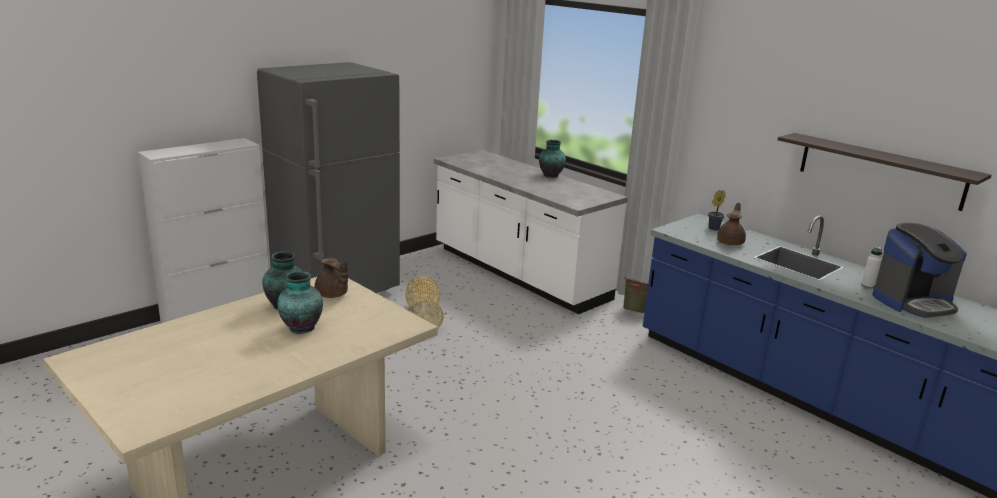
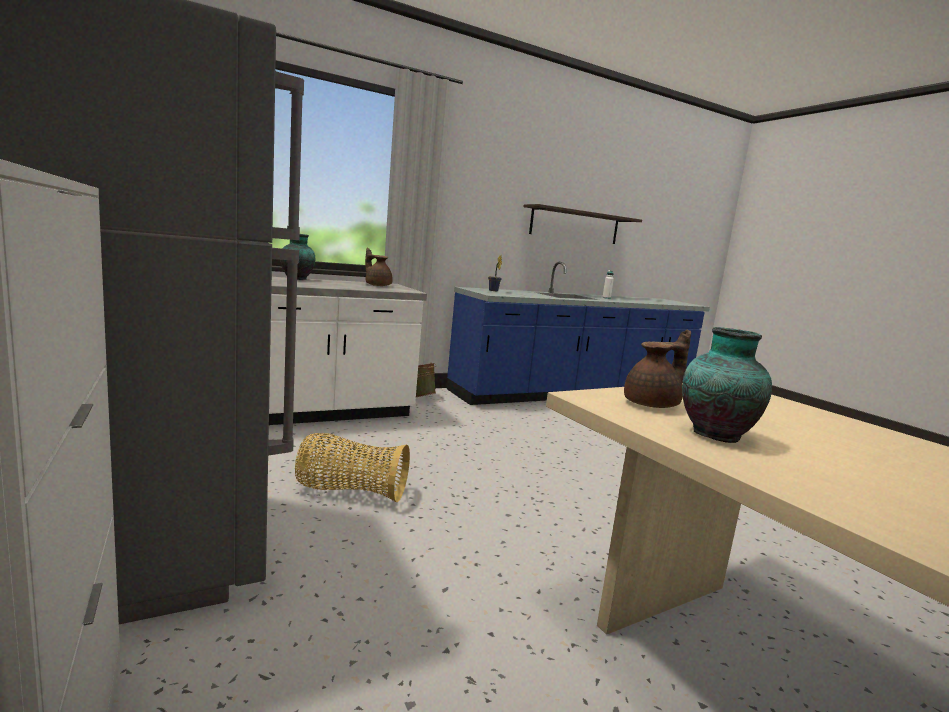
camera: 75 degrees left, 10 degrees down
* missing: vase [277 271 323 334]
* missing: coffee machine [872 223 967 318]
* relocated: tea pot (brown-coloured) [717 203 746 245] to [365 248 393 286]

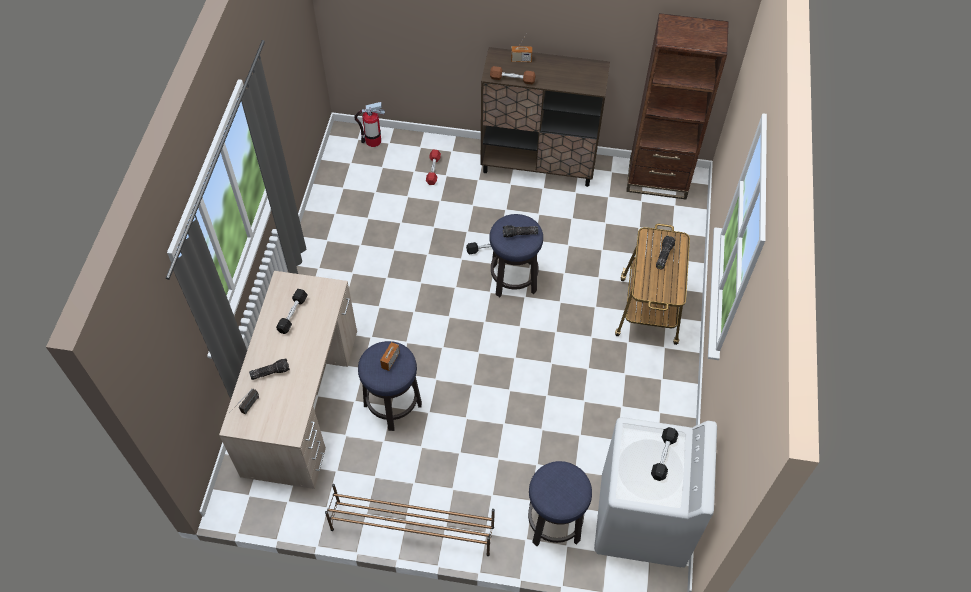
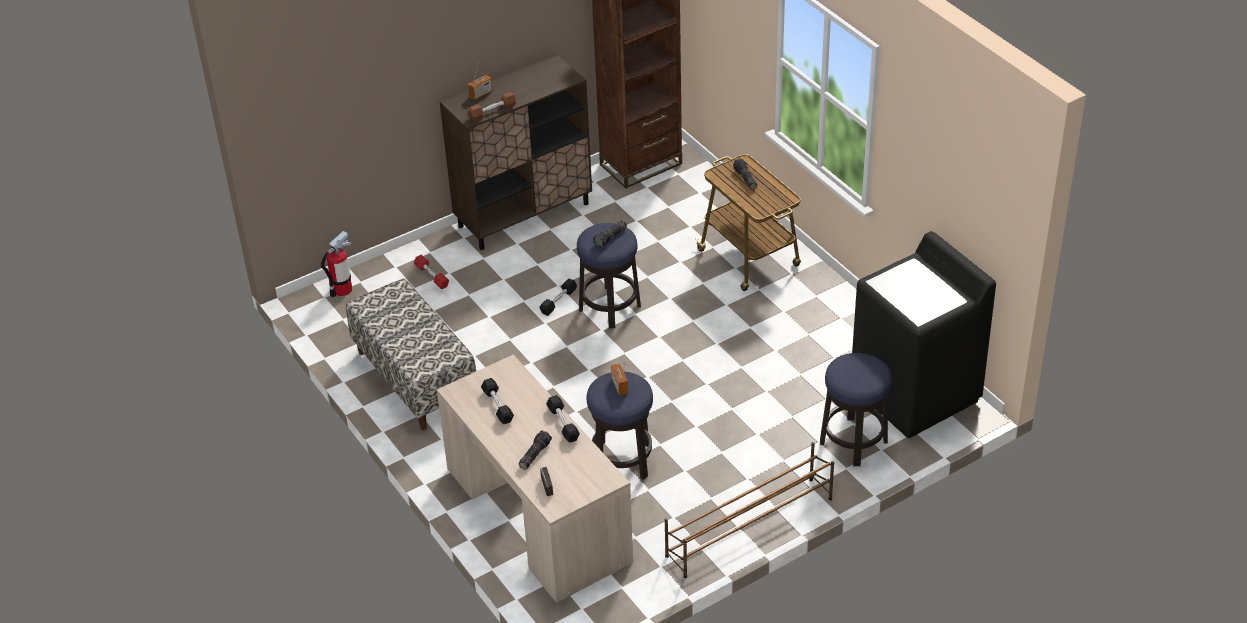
camera: 40 degrees left, 15 degrees down
* appeared: indoor bench [346 279 476 430]
* relocated: free weight (black) [651 427 678 481] to [546 395 580 443]
* colour: washing machine (white-coloured) [594 417 717 568] to washing machine (black) [852 231 996 438]

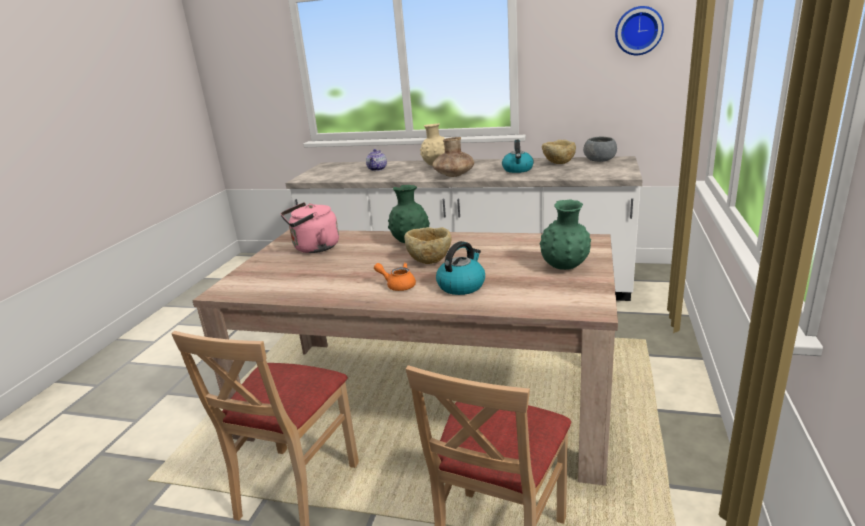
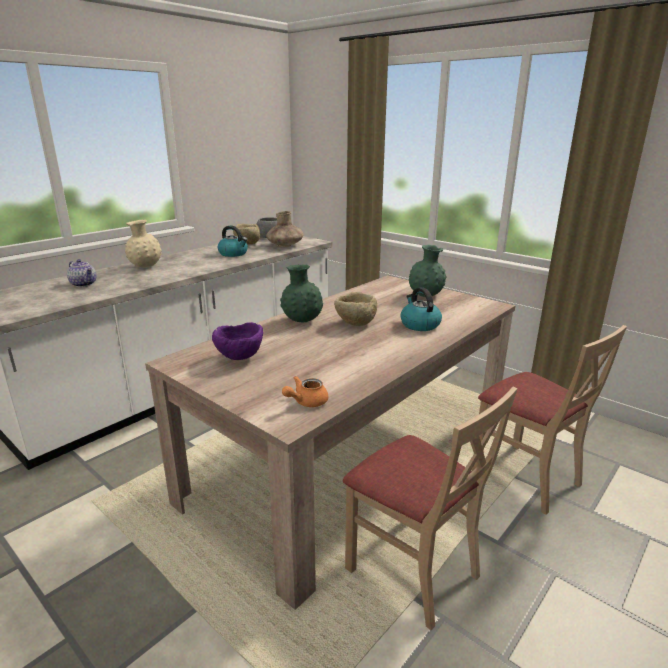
camera: 65 degrees left, 0 degrees up
* missing: hanging clock [615 6 664 55]
* relocated: tea pot (orange) [374 263 416 291] to [282 376 328 407]
* relocated: vase (brown-coloured) [433 137 474 177] to [266 211 304 247]
* exchanged: kettle (pinkish) [281 202 339 253] to bowl (purplish) [212 322 263 360]

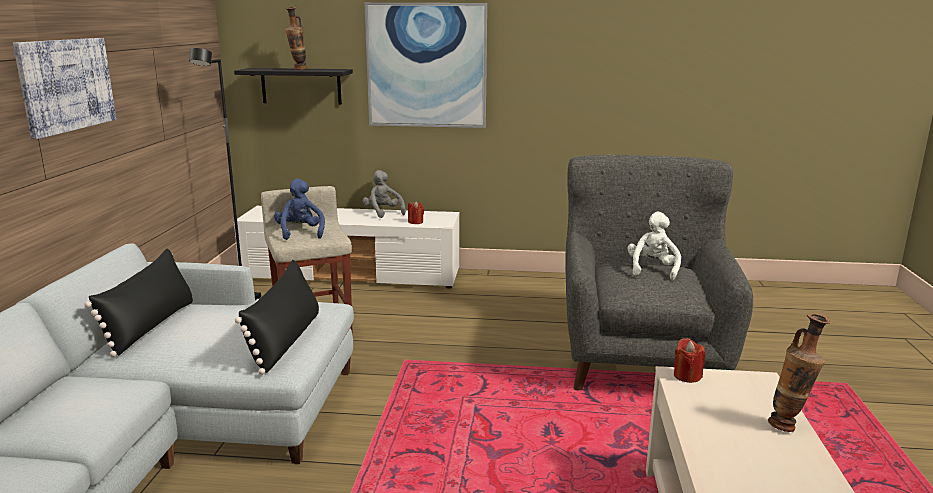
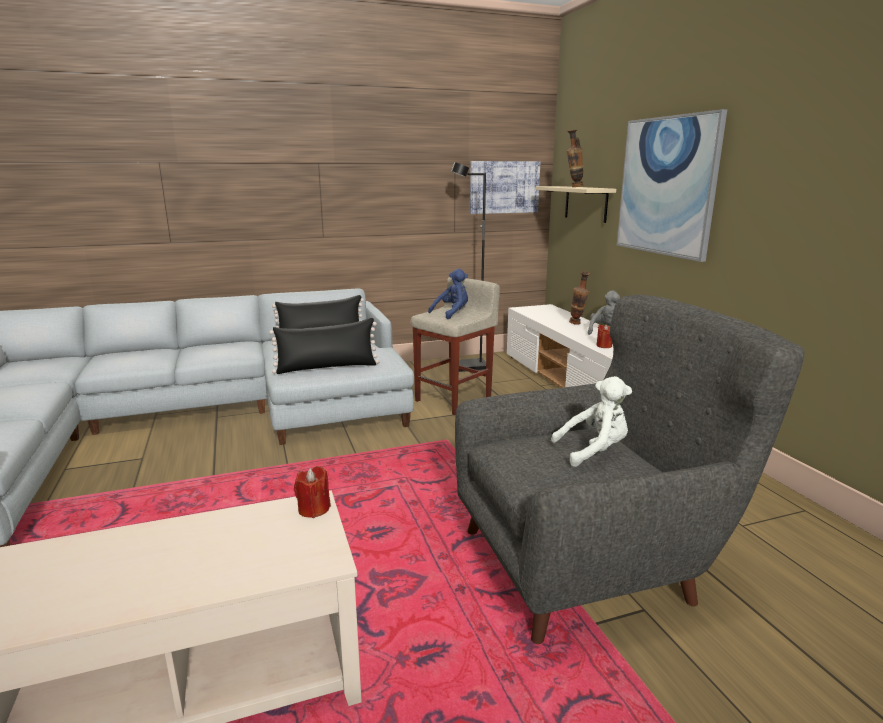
camera: 65 degrees right, 0 degrees up
* relocated: wall picture [13 38 116 139] to [470 161 540 214]
* relocated: vase [768 313 831 432] to [569 271 590 325]
* colour: bracket shelf (black) [234 68 353 105] to bracket shelf (sand-coloured) [536 186 616 223]

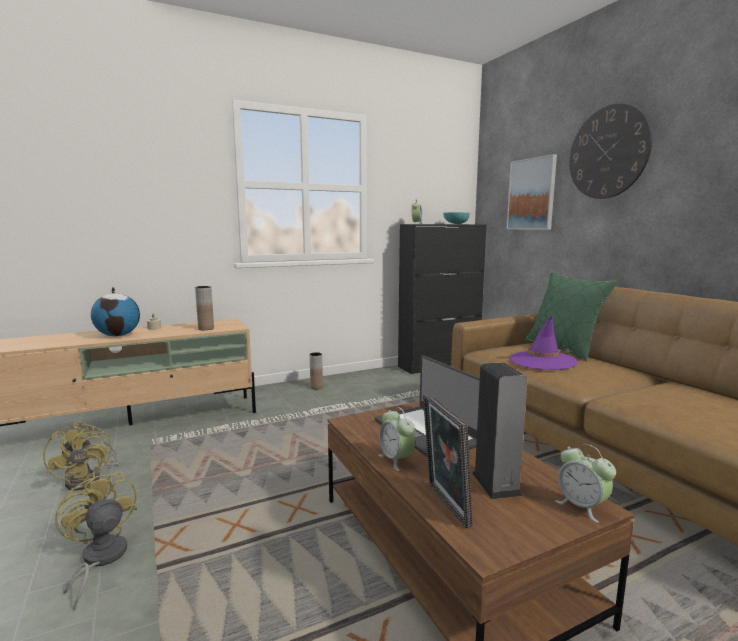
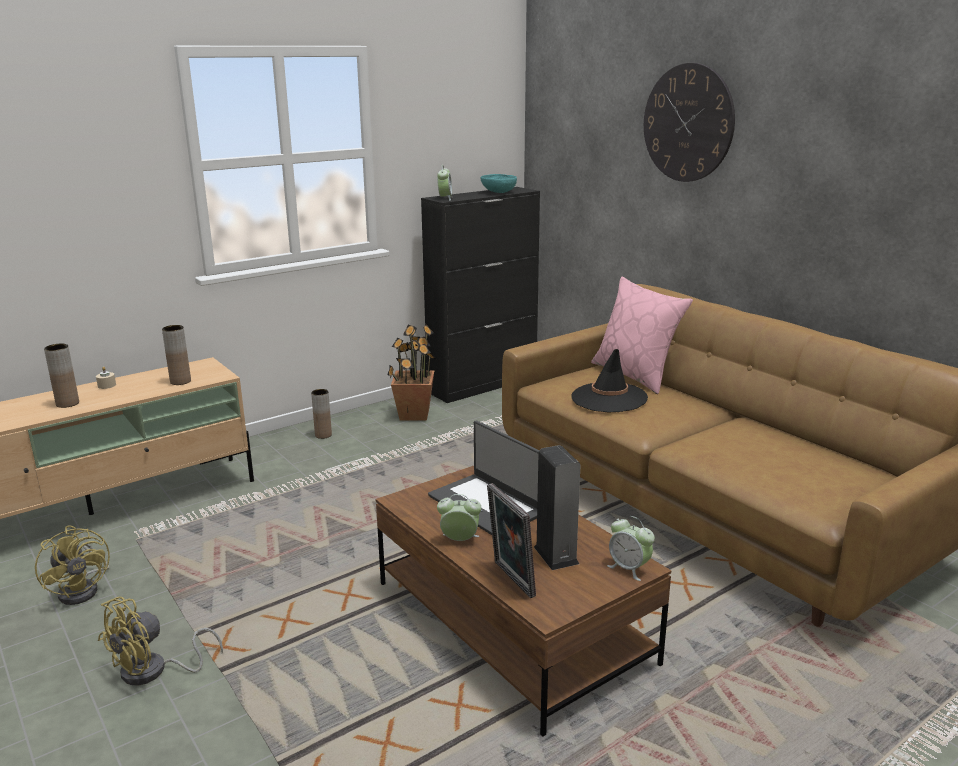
camera: 10 degrees left, 10 degrees up
* missing: wall picture [506 154 557 230]
* appeared: potted plant [387 325 436 421]
* exchanged: globe [91 287 140 336] to vase (brown-coloured) [44 344 79 408]
* colour: hat (purplish) [509 316 578 370] to hat (black) [571 349 648 413]
* colour: cushion (greenish) [525 272 618 361] to cushion (pinkish) [591 277 693 394]
* spun: fan (yellow-coloured) [55 471 137 610] = [98 596 223 685] 90 degrees counterclockwise
* spun: bedside clock [379 407 415 471] = [437 494 482 541] 135 degrees clockwise

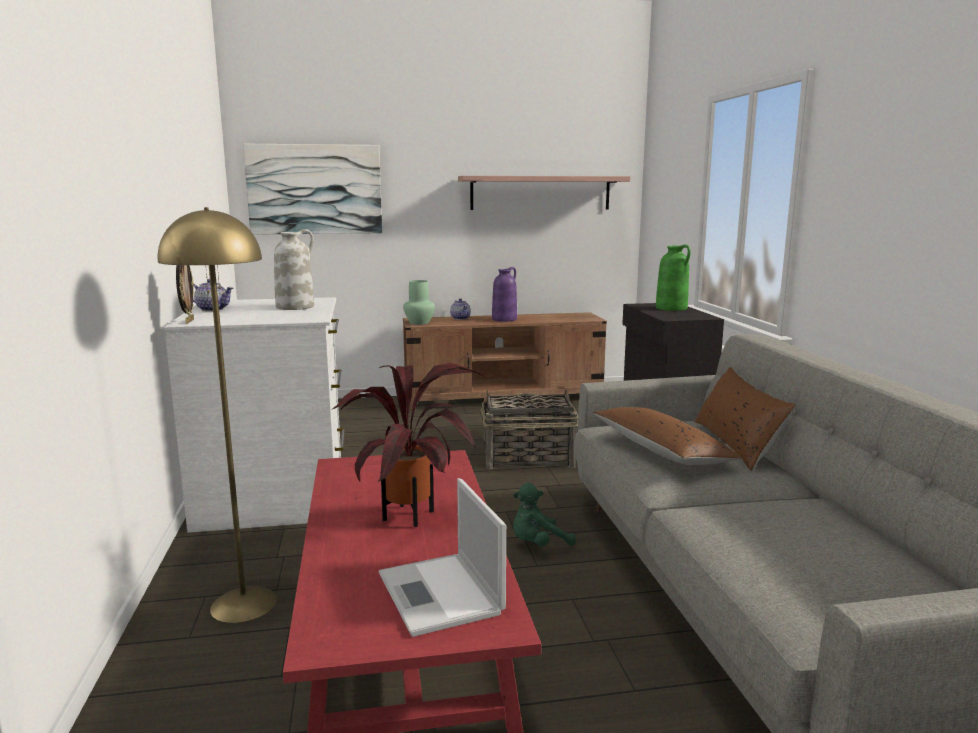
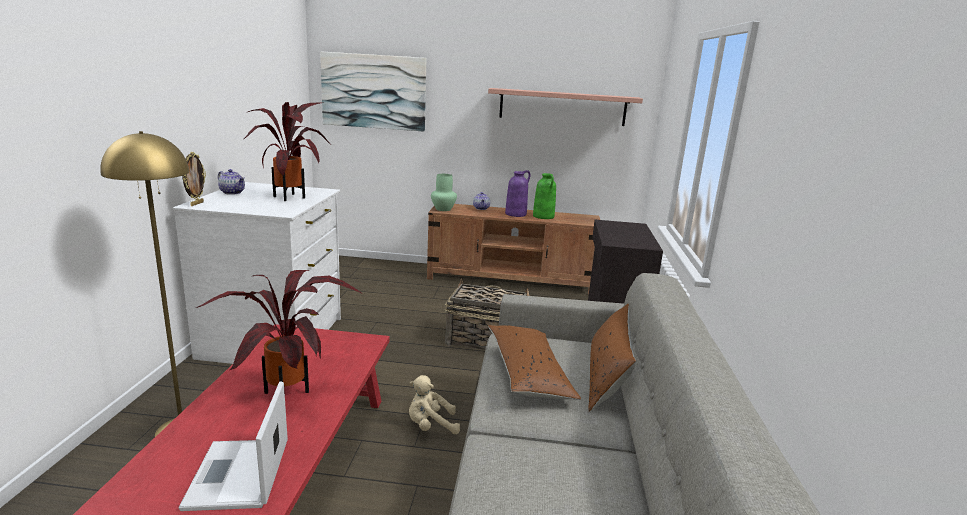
camera: 15 degrees right, 5 degrees up
* relocated: vase (greenish) [656 244 691 311] to [533 173 556 219]
* exchanged: vase (white-coloured) [274 229 314 310] to potted plant [244 102 330 201]
* colour: soft toy (greenish) [513 483 576 546] to soft toy (sand-coloured) [409 375 460 434]

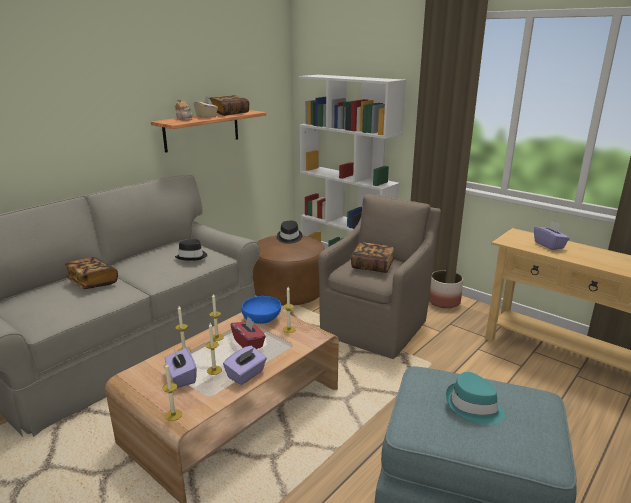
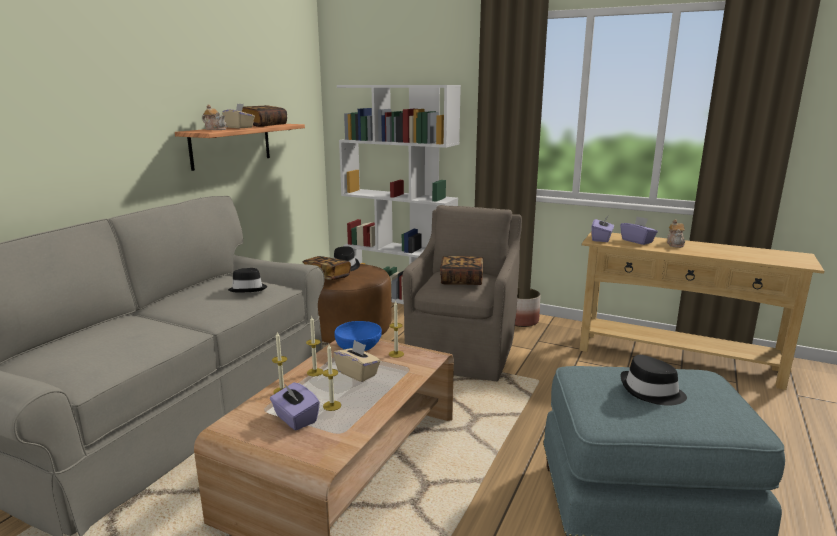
camera: 15 degrees left, 5 degrees down
* missing: wax light [162 362 182 421]
* appeared: tea pot [667 219 685 248]
* relocated: bound book [65 257 118 289] to [303 256 351 280]
* relocated: tissue box (purplish) [223 346 267 385] to [592 216 614 242]
* colour: tissue box (reddish) [231 317 266 349] to tissue box (sand-coloured) [333 340 381 382]
* colour: hat (turquoise-coloured) [446 372 505 425] to hat (black) [620 355 687 406]

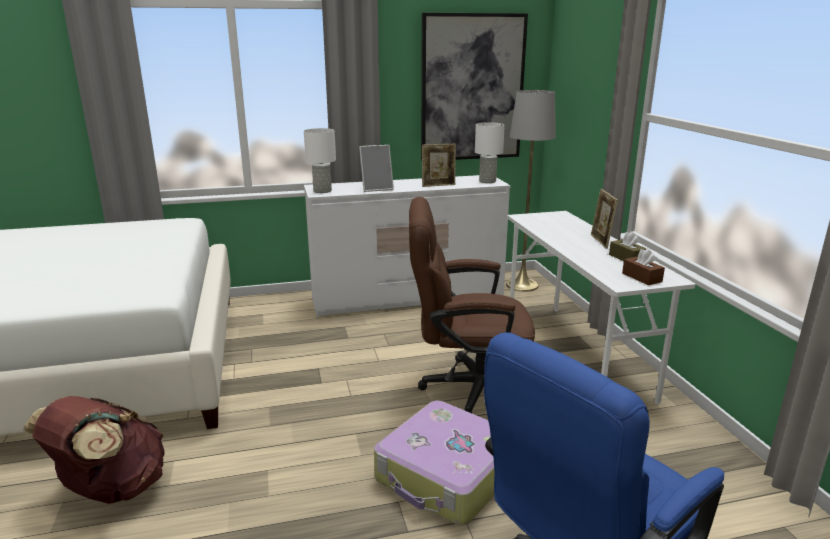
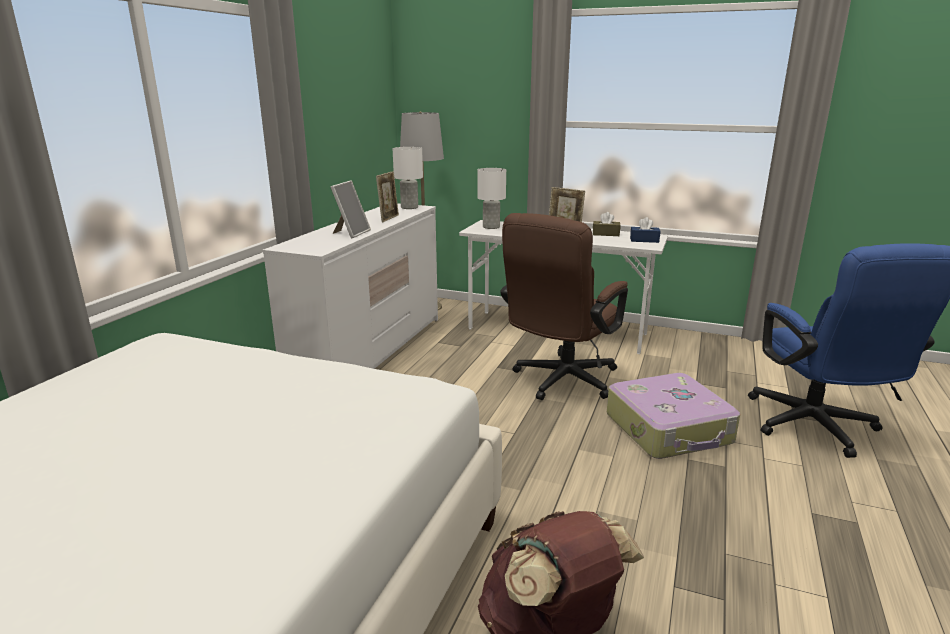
camera: 55 degrees left, 0 degrees up
* missing: wall picture [421 13 528 161]
* relocated: lamp for a table (white-coloured) [304 128 336 193] to [477 168 506 229]
* colour: tissue box (brown-coloured) [622 249 665 285] to tissue box (blue) [630 217 661 243]

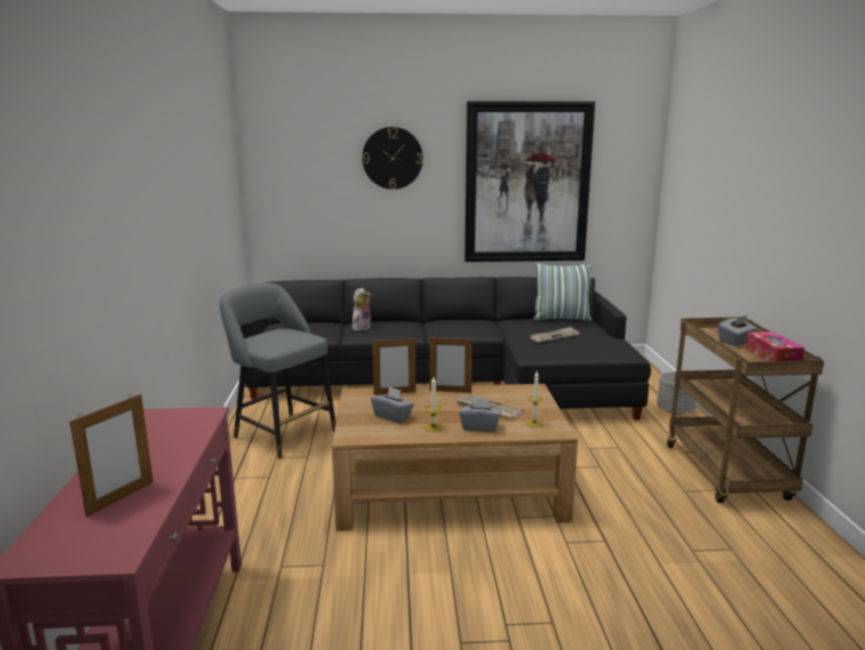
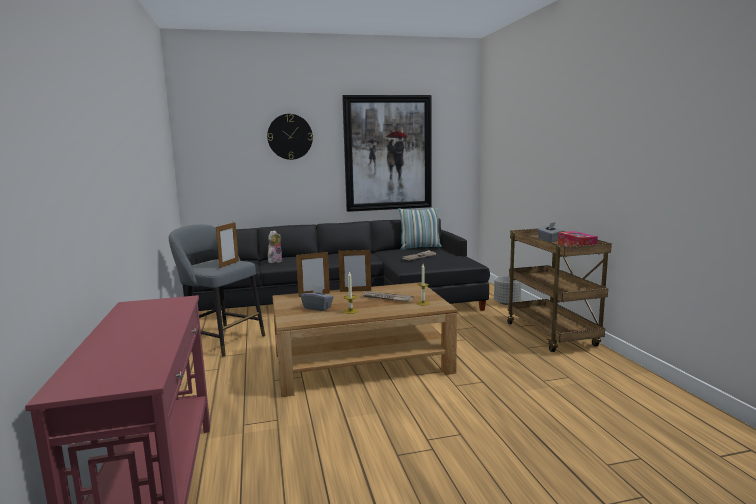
camera: 10 degrees left, 5 degrees down
* missing: tissue box (grey) [459 397 501 432]
* relocated: picture frame [70 394 153 517] to [216 222 239 268]

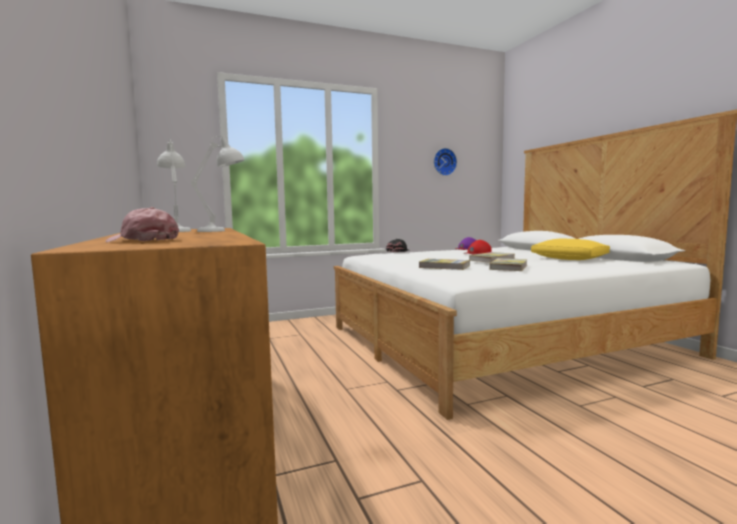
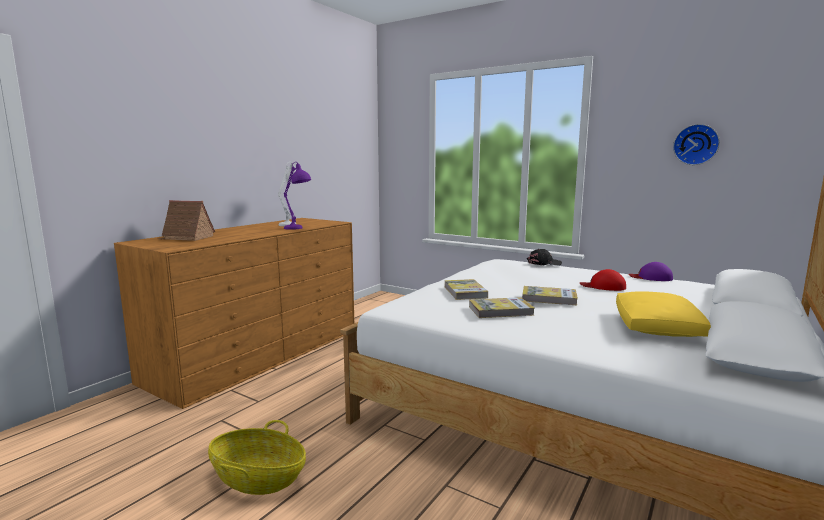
camera: 55 degrees right, 5 degrees up
* appeared: household basket [208 420 306 495]
* exchanged: peaked cap (pinkish) [105 207 179 242] to toy house [159 200 215 241]
* colour: lamp for a table (white-coloured) [191 136 244 232] to lamp for a table (purplish) [284 162 311 230]

